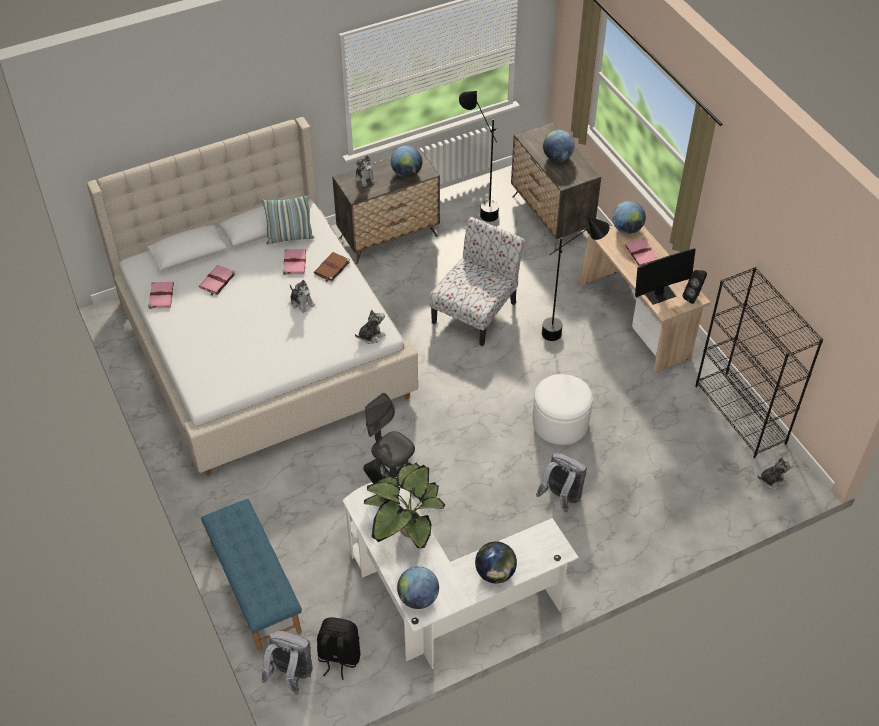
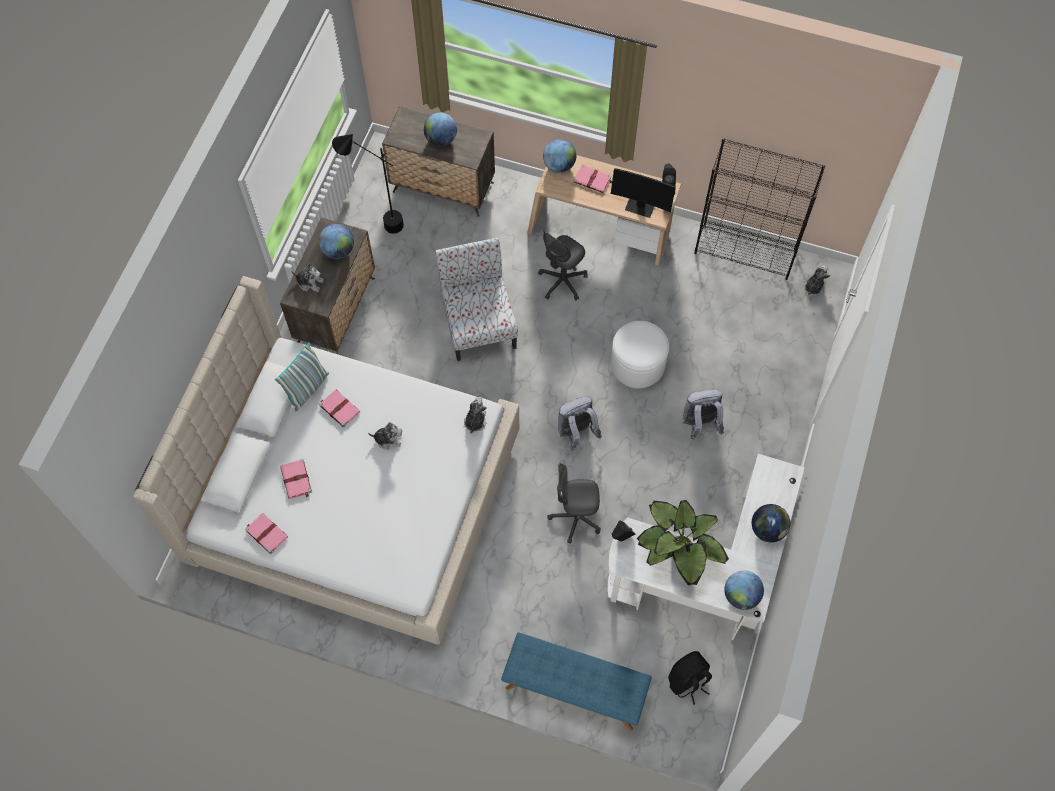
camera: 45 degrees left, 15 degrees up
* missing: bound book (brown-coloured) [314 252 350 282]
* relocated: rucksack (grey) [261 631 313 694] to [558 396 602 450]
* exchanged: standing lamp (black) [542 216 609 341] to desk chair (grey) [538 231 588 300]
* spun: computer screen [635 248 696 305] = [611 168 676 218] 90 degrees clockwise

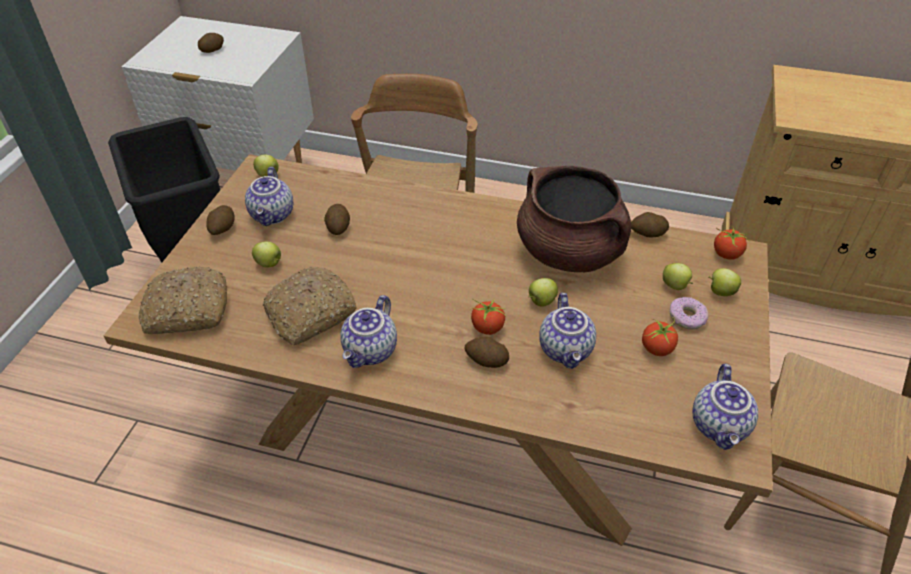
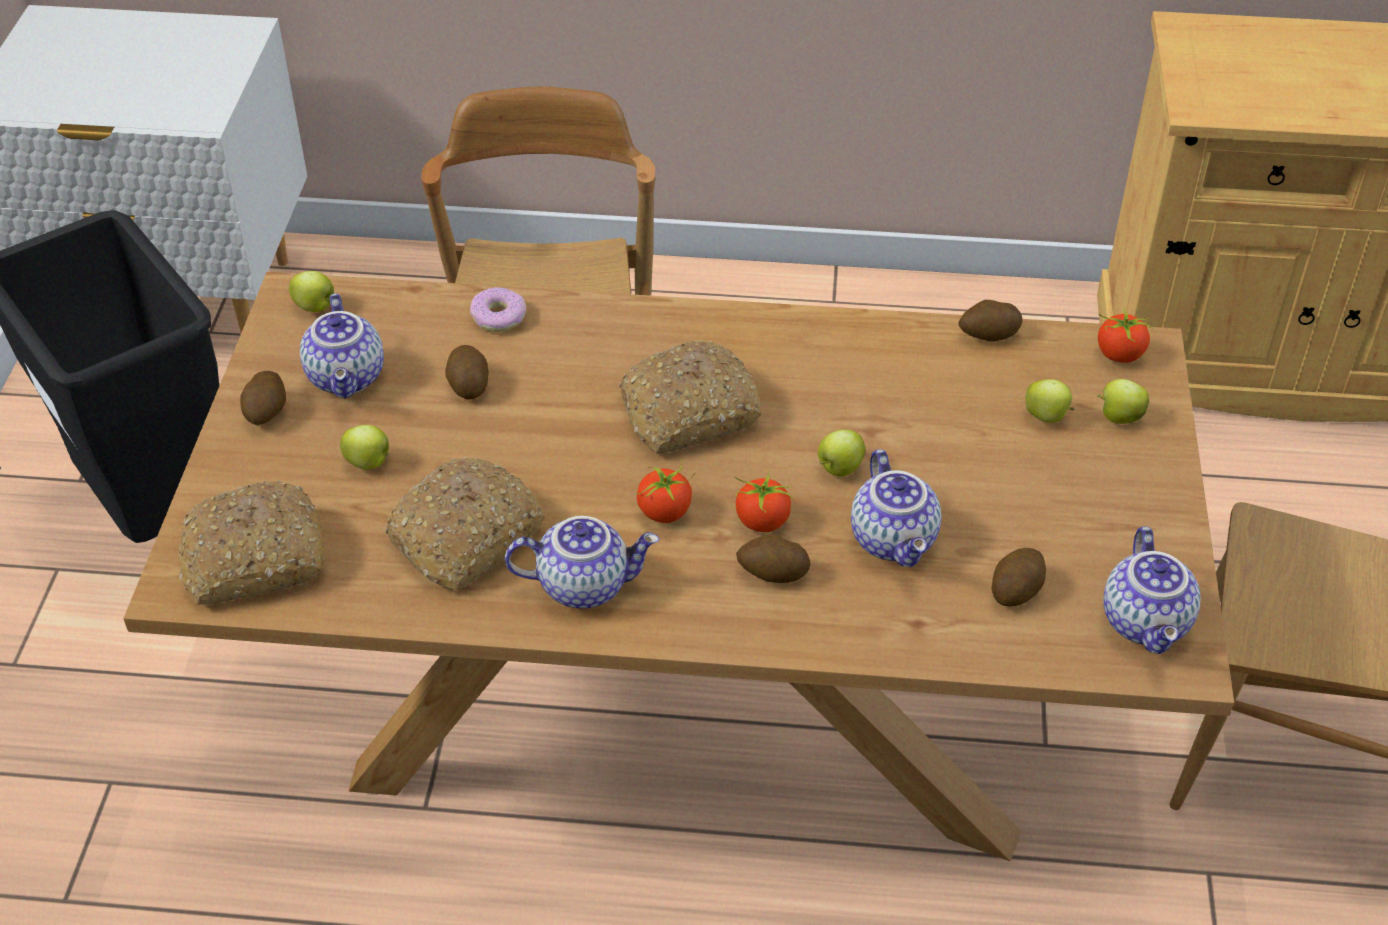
camera: 10 degrees left, 0 degrees up
* missing: cooking pot (brown-coloured) [517 166 631 273]
* appeared: bakery bread [619 340 761 453]
* relocated: potato [198 33 224 53] to [992 548 1046 607]
* relocated: whole tomato [642 317 684 356] to [636 459 695 523]
* relocated: doughnut [670 297 709 329] to [470 287 527 332]
* spun: tea pot [340 295 397 368] = [505 516 659 608] 105 degrees counterclockwise

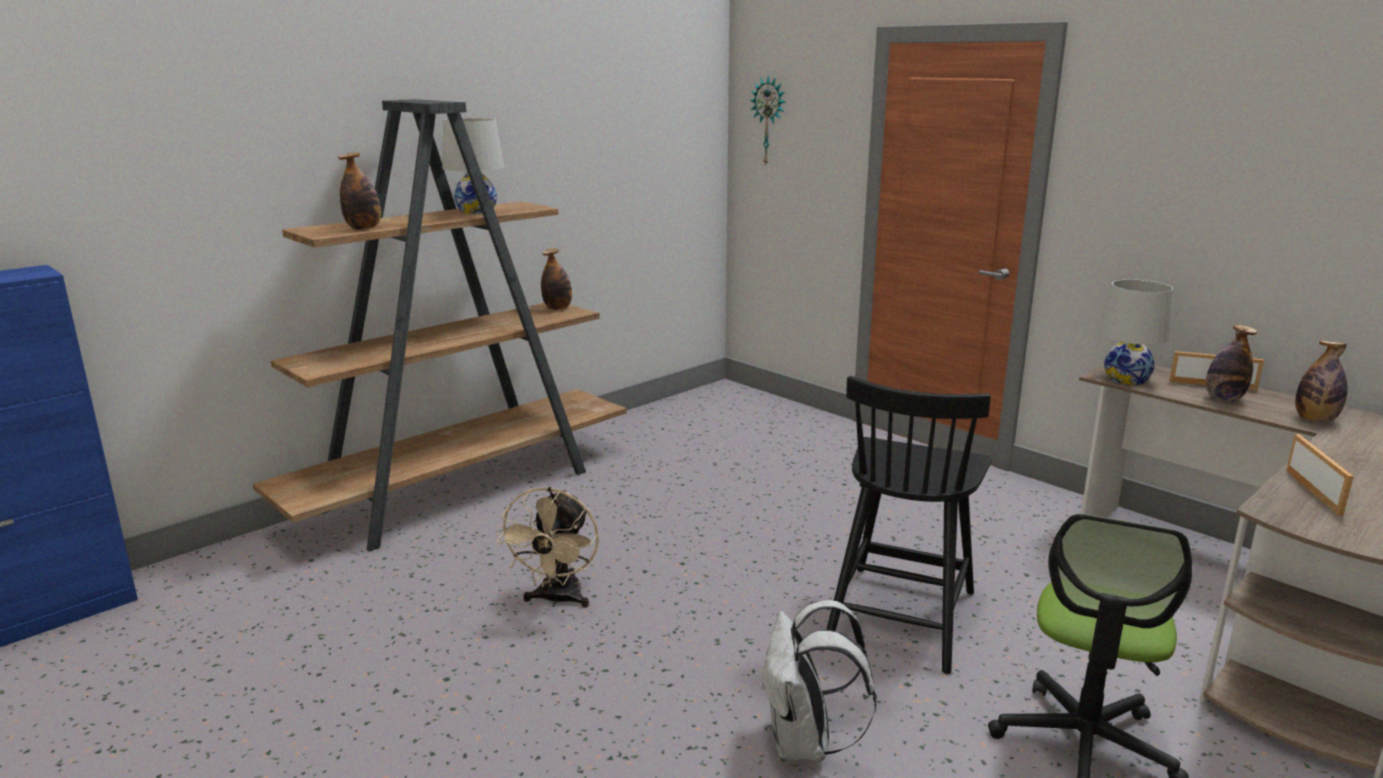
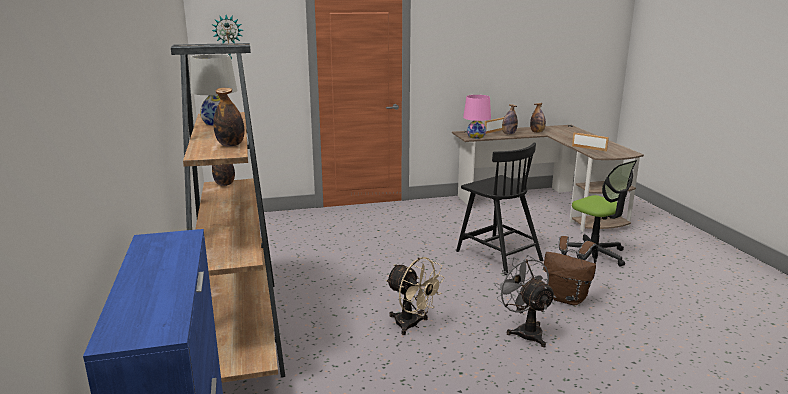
camera: 60 degrees left, 0 degrees up
* appeared: fan (grey) [494 255 556 347]
* colour: rucksack (white-coloured) [762 600 877 761] to rucksack (brown-coloured) [543 236 598 305]
* colour: lamp for a table (white-coloured) [1098 279 1173 385] to lamp for a table (pinkish) [463 95 491 139]

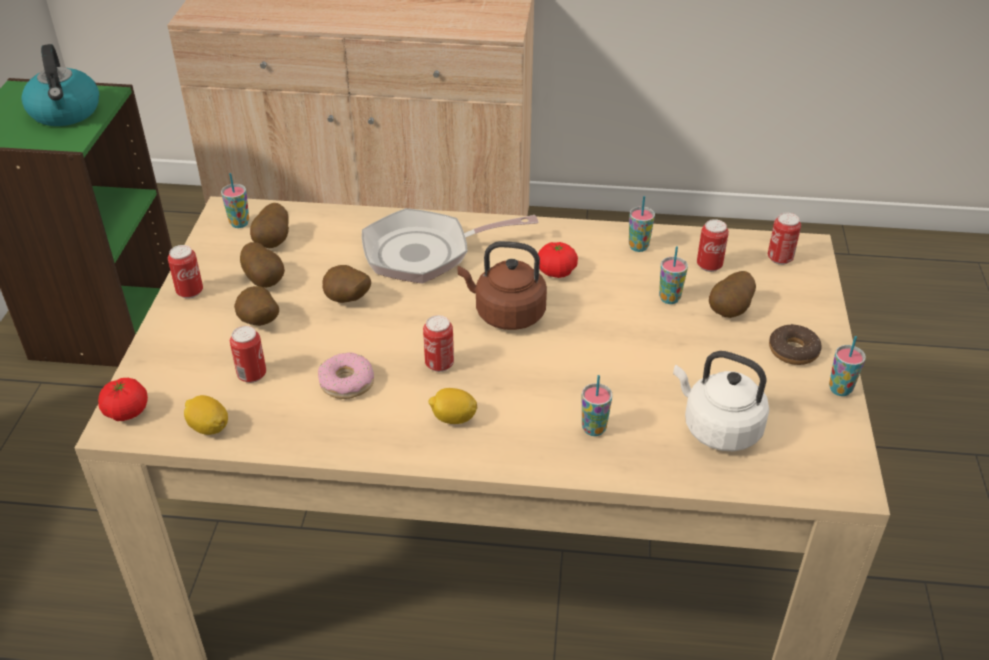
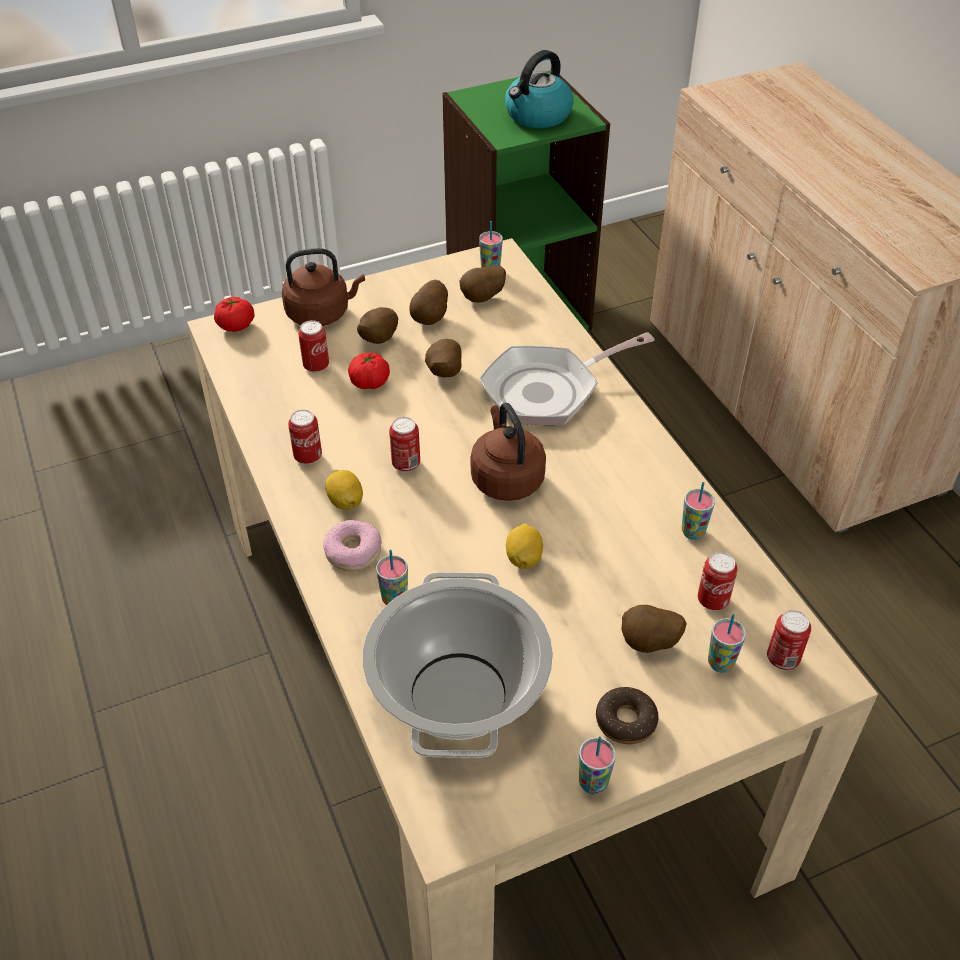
camera: 60 degrees right, 5 degrees up
* appeared: kettle (brown-coloured) [282 248 365 326]
* relocated: metal can [168 245 203 299] to [288 410 322 464]
* relocated: whole lemon [184 395 228 435] to [506 523 543 569]
* relocated: doughnut [318 353 374 399] to [323 520 382 572]
* relocated: whole tomato [538 242 578 278] to [348 353 390 389]
* relocated: small cup [659 246 688 304] to [708 614 746 673]
* exchanged: kettle (white-coloured) [673 351 769 451] to cooking pot [362 572 553 758]
* spun: skillet [362 208 538 284] = [479 332 655 425] 75 degrees counterclockwise

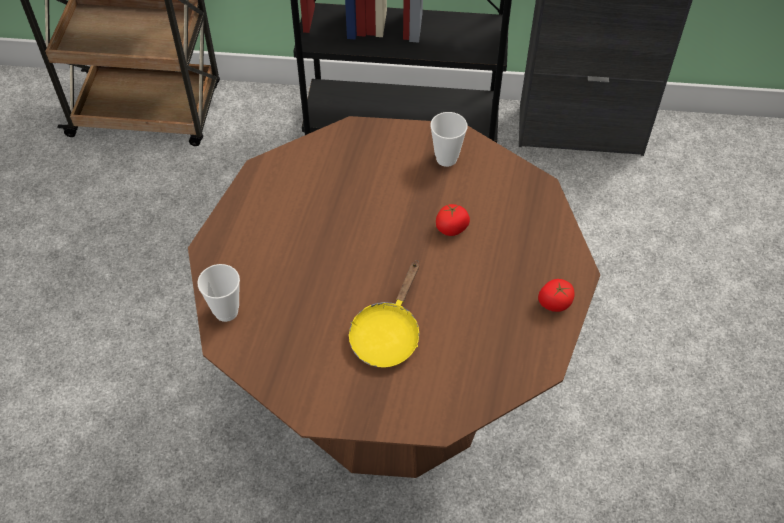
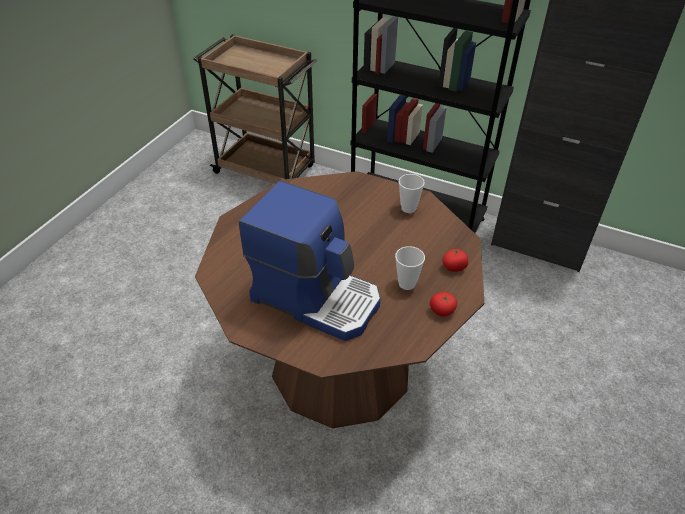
camera: 20 degrees right, 10 degrees down
* relocated: small cup [197 264 240 322] to [395 246 425 290]
* relocated: whole tomato [436 204 470 236] to [443 248 468 272]
* exchanged: skillet (yellow-coloured) [349 262 419 368] to coffee machine [239 181 381 341]

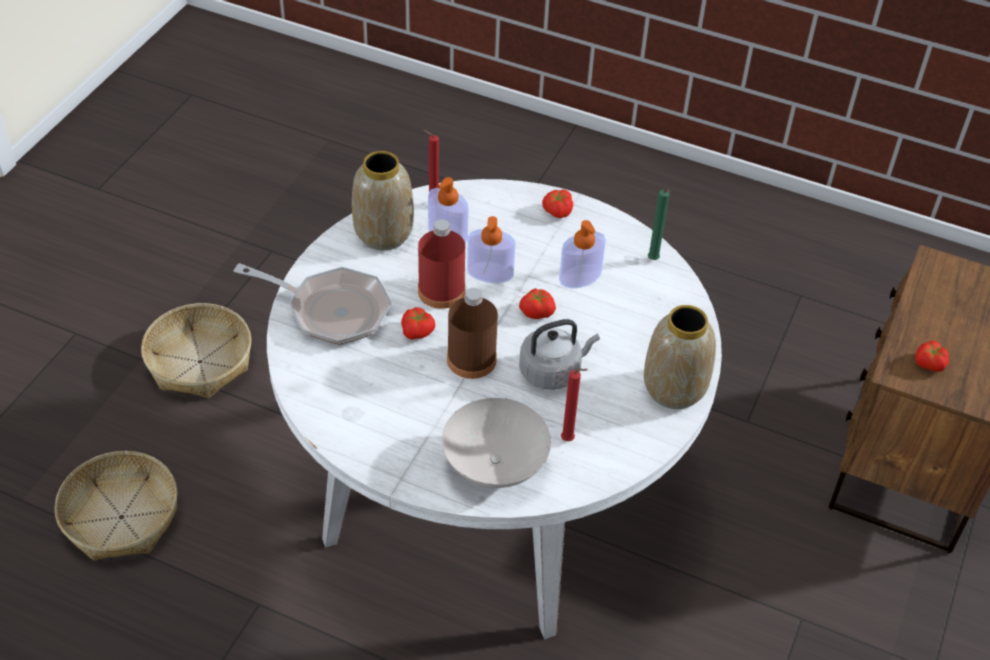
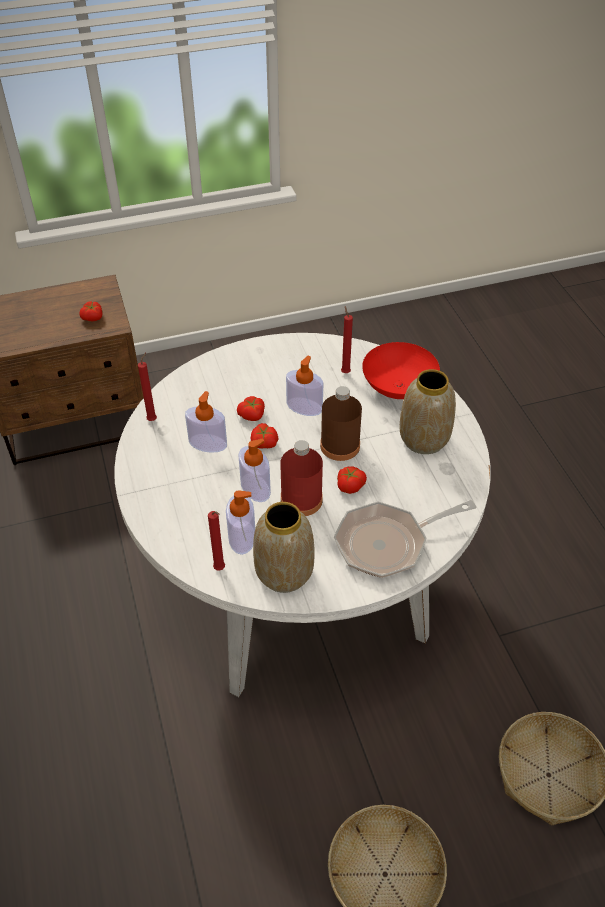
camera: 130 degrees left, 0 degrees up
* relocated: whole tomato [542 189 573 218] to [237 396 265 421]
* relocated: vase [644 305 716 409] to [400 369 456 454]
* exchanged: kettle (grey) [519 319 600 390] to soap dispenser [286 356 323 416]
* colour: bowl (white-coloured) [442 398 551 488] to bowl (reddish) [362 342 440 399]
* colour: wax light (greenish) [648 190 671 260] to wax light (reddish) [138 352 157 421]
* spun: skillet [234 263 391 345] = [334 500 476 578] 90 degrees counterclockwise

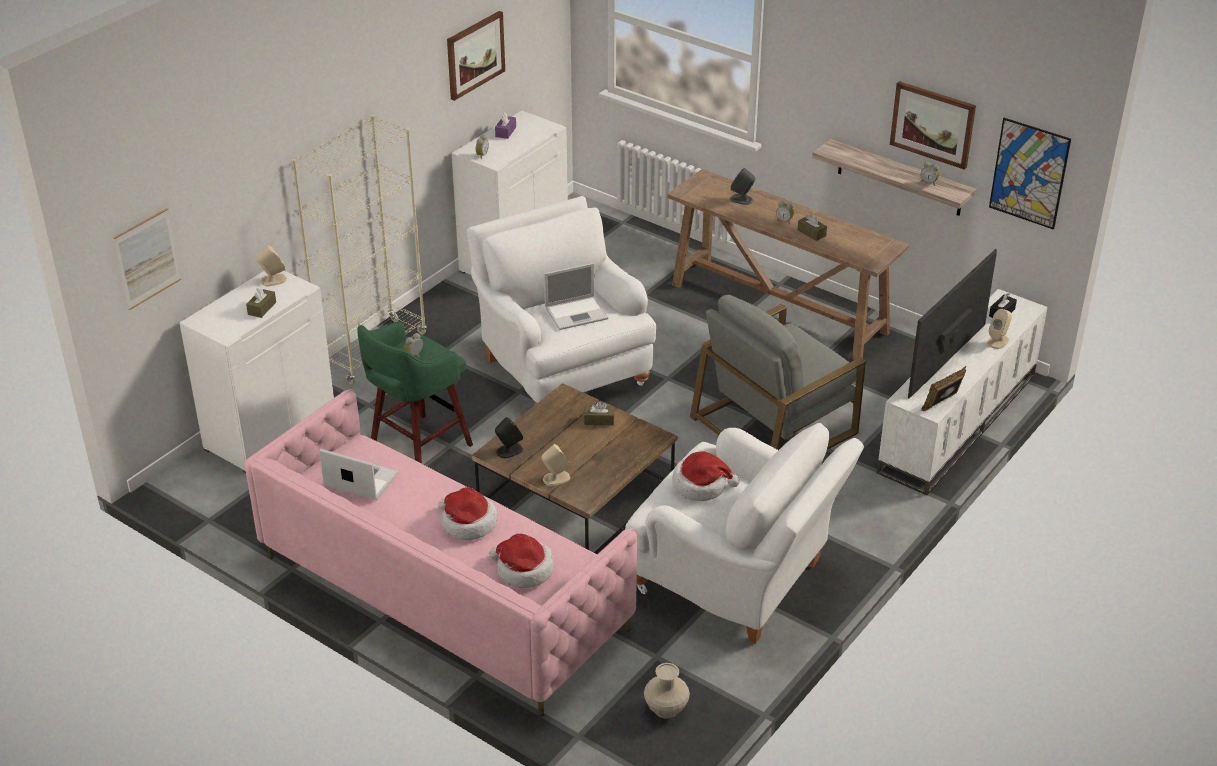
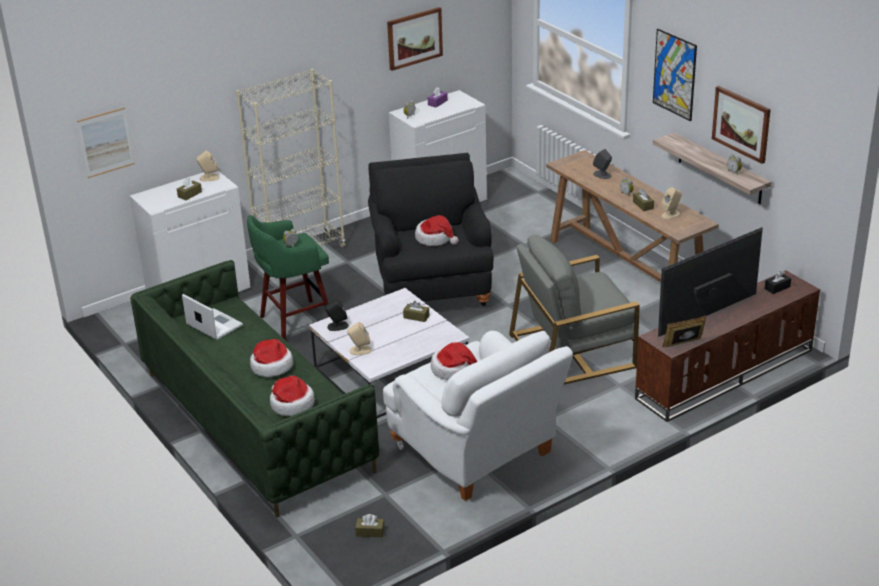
camera: 20 degrees right, 5 degrees down
* relocated: loudspeaker (sand-coloured) [987 309 1012 349] to [661 187 682 220]
* relocated: wall picture [989 118 1071 230] to [653 29 697 121]
* exchanged: laptop [544 263 608 330] to hat [415 215 459 246]
* exchanged: vase (sand-coloured) [644 663 690 719] to tissue box (brown-coloured) [355 514 384 537]
* colour: sofa (pinkish) [245 389 637 717] to sofa (greenish) [130 260 379 517]
* colour: easy chair (white-coloured) [467 196 656 405] to easy chair (black) [368 153 494 306]
* colour: lounge table (brown-coloured) [472 383 678 554] to lounge table (white-coloured) [309 288 470 418]
* colour: tv stand (white-coloured) [877 289 1048 495] to tv stand (brown-coloured) [635 270 820 422]

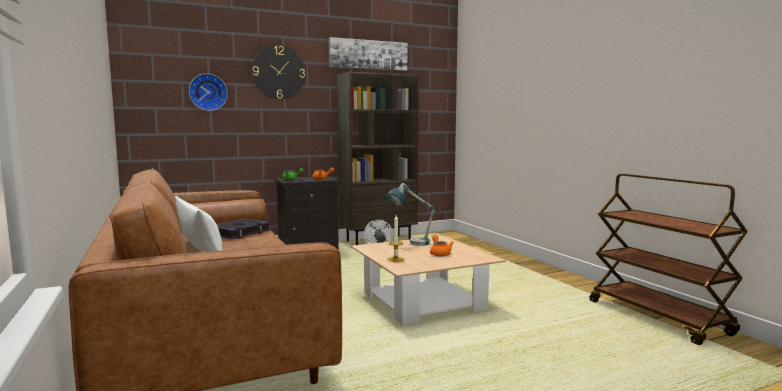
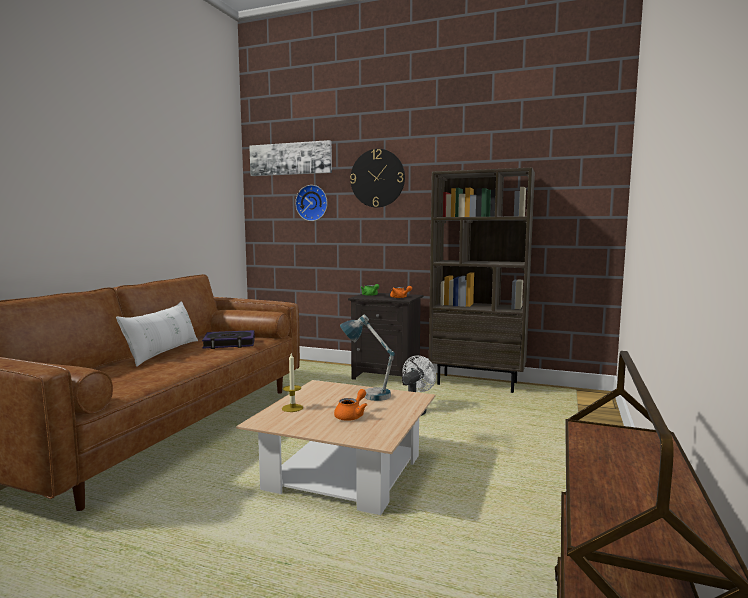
camera: 45 degrees right, 0 degrees up
* relocated: wall picture [329 37 407 71] to [249 140 332 176]

